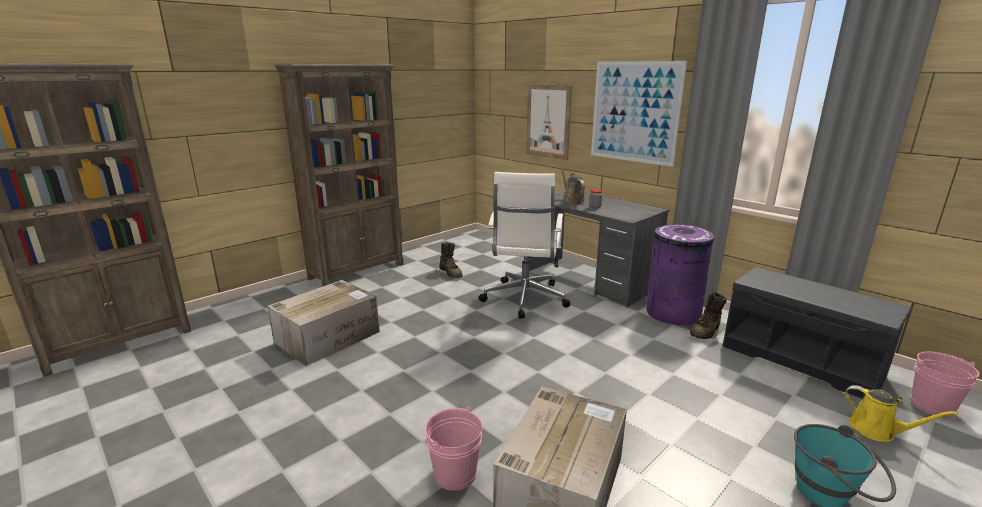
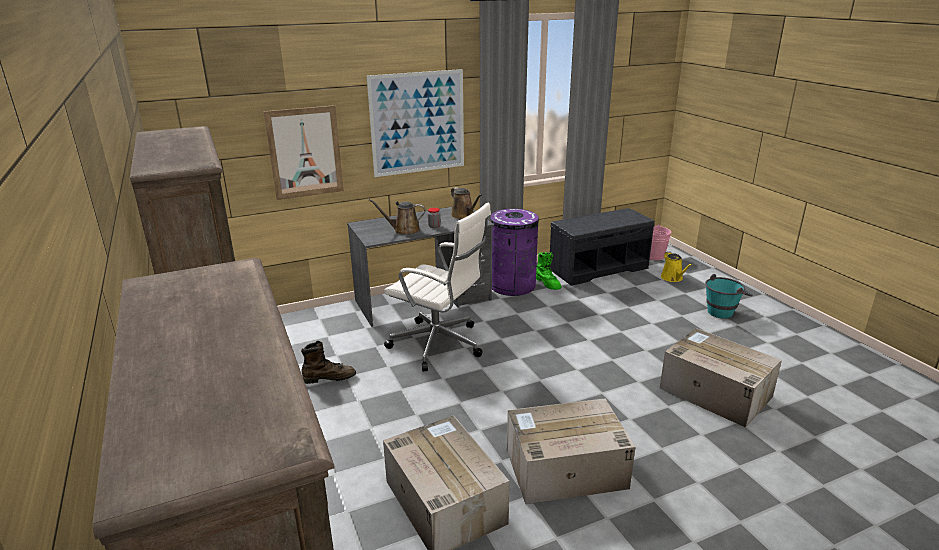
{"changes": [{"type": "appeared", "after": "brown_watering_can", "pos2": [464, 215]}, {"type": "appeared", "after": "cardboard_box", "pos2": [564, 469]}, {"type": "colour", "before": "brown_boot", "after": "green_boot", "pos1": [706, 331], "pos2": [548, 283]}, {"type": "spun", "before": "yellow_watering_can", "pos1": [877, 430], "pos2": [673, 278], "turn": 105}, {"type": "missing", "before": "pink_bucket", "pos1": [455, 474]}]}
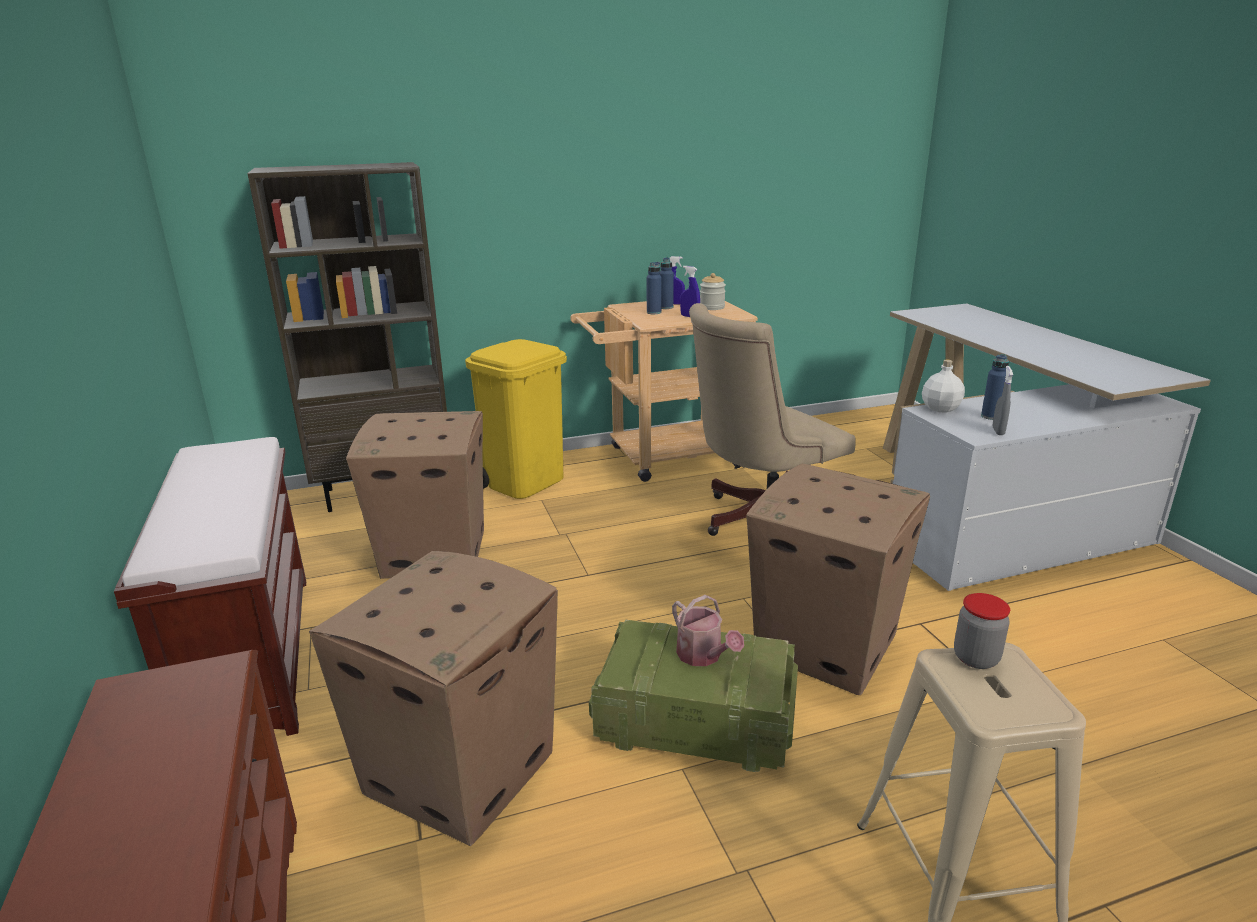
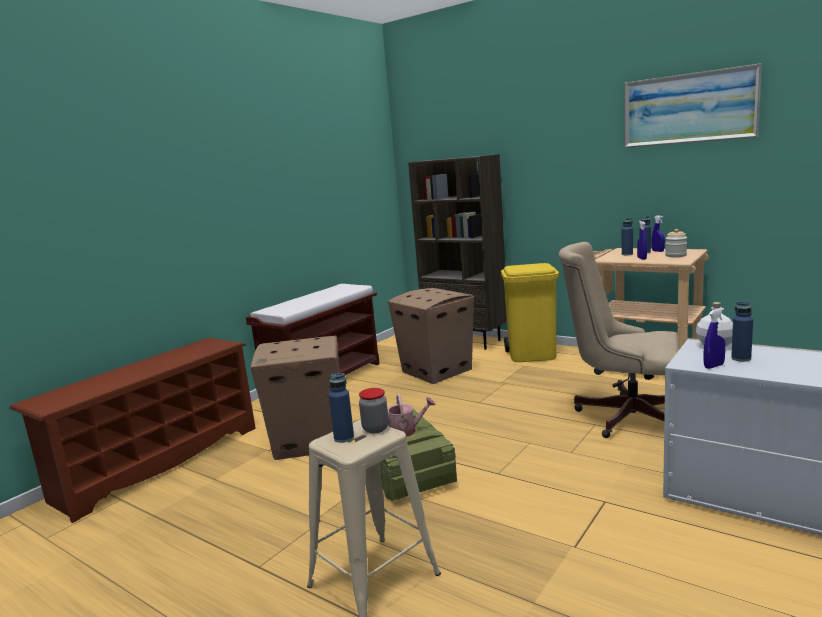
{"changes": [{"type": "appeared", "after": "blue_bottle", "pos2": [344, 438]}, {"type": "spun", "before": "watering_can", "pos1": [703, 656], "pos2": [406, 430], "turn": -120}, {"type": "appeared", "after": "picture", "pos2": [688, 108]}, {"type": "colour", "before": "grey_spray_bottle", "after": "blue_spray_bottle", "pos1": [998, 431], "pos2": [713, 366]}, {"type": "missing", "before": "cardboard_box", "pos1": [823, 644]}]}
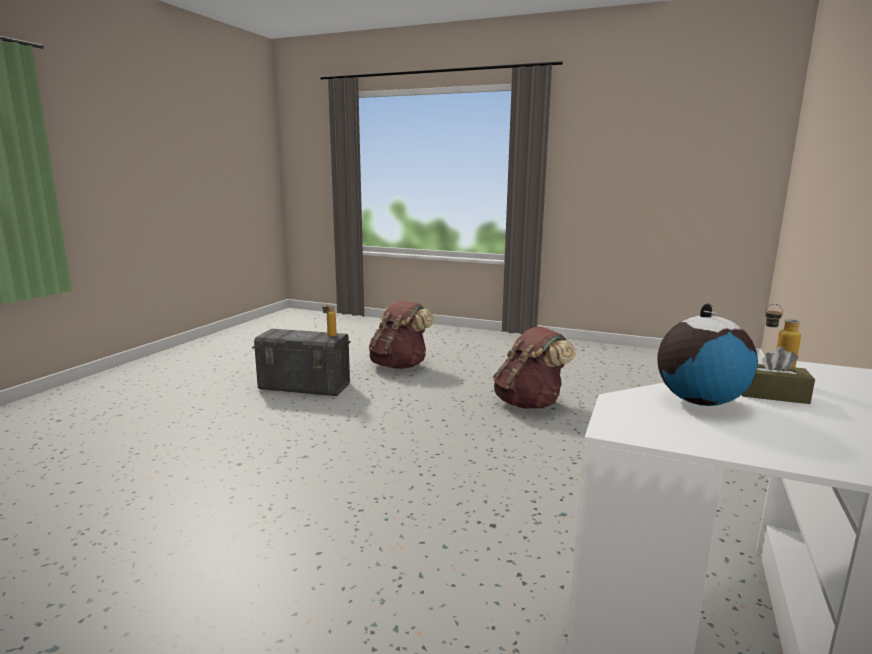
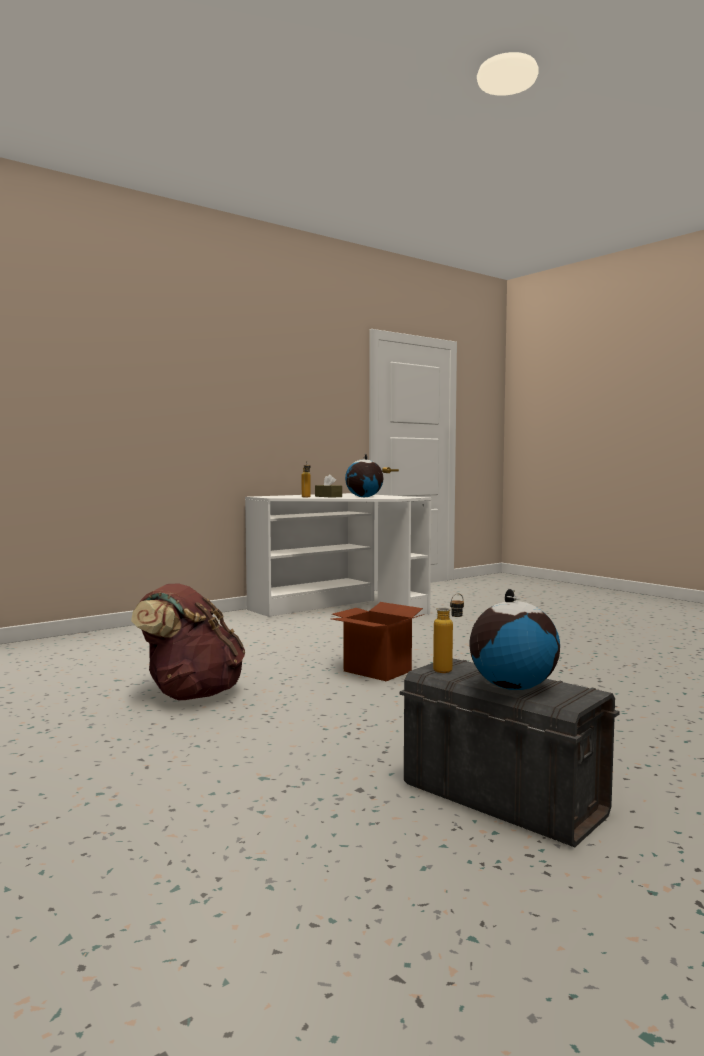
{"changes": [{"type": "appeared", "after": "cardboard_box", "pos2": [377, 671]}, {"type": "appeared", "after": "globe", "pos2": [512, 687]}, {"type": "missing", "before": "brown_backpack", "pos1": [399, 365]}]}
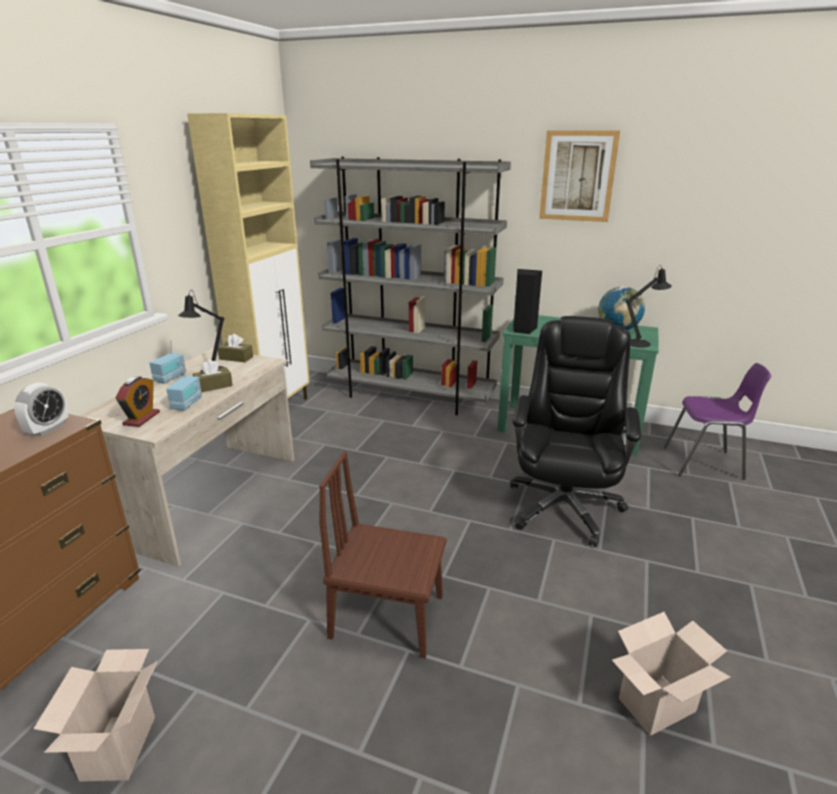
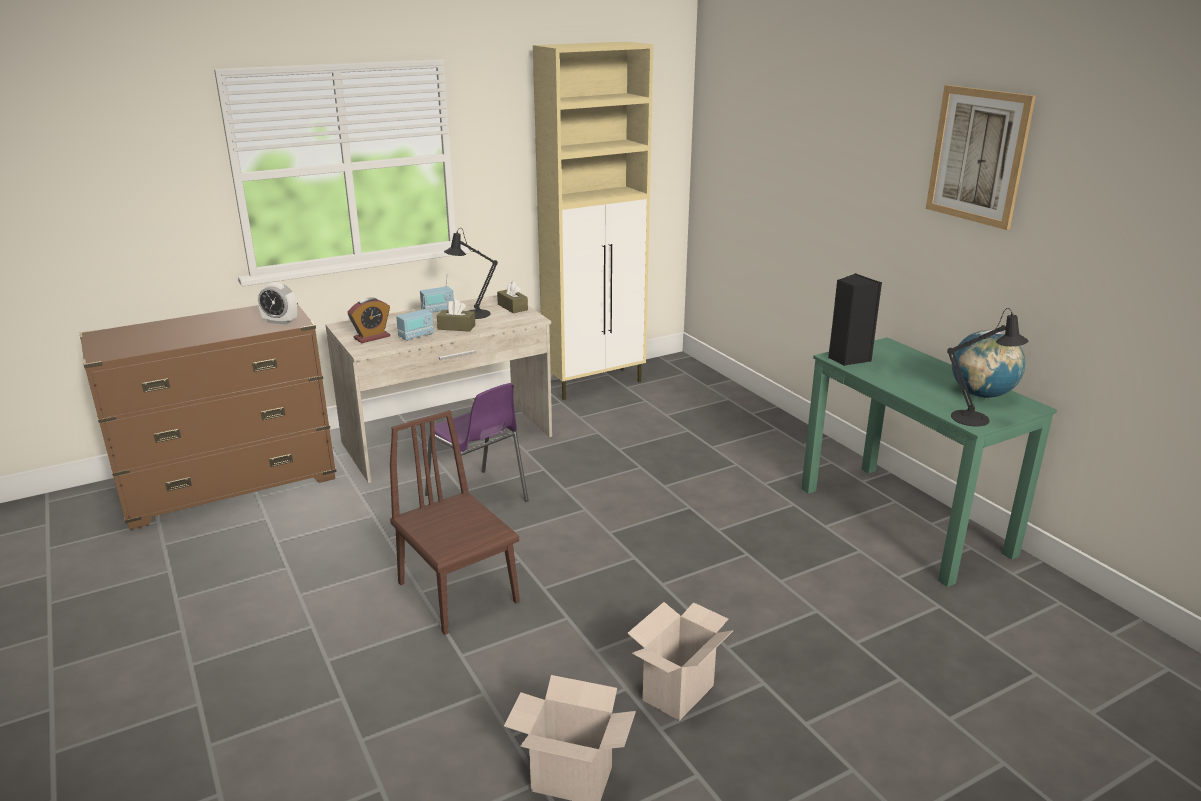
{"changes": [{"type": "spun", "before": "alarm_clock", "pos1": [48, 429], "pos2": [280, 321], "turn": 45}, {"type": "relocated", "before": "purple_chair", "pos1": [705, 463], "pos2": [478, 499]}, {"type": "relocated", "before": "cardboard_box", "pos1": [118, 745], "pos2": [678, 691]}, {"type": "missing", "before": "grey_bookcase", "pos1": [410, 396]}, {"type": "missing", "before": "black_office_chair", "pos1": [564, 505]}]}
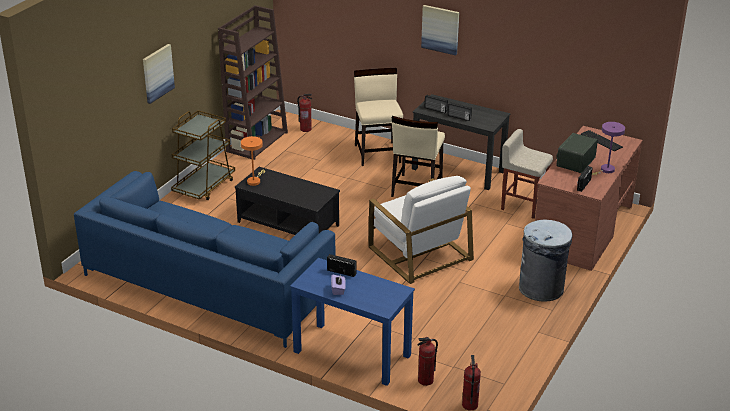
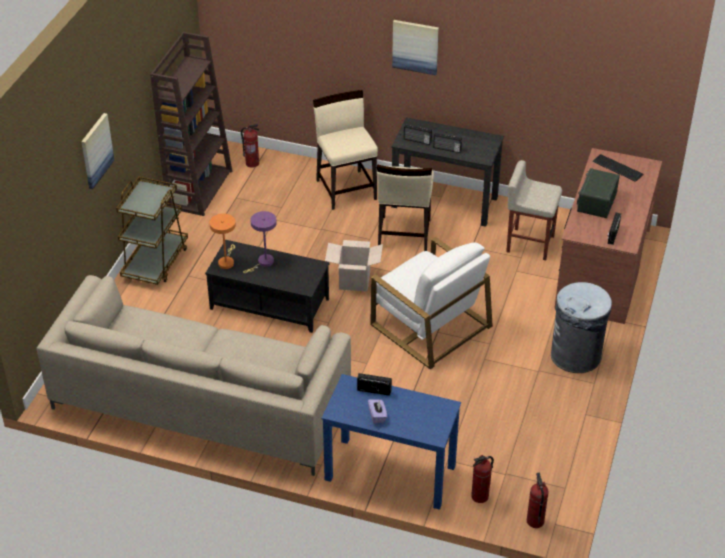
{"changes": [{"type": "colour", "before": "blue_sofa", "after": "beige_sofa", "pos1": [208, 285], "pos2": [201, 402]}, {"type": "relocated", "before": "purple_table_lamp", "pos1": [605, 170], "pos2": [263, 263]}, {"type": "appeared", "after": "cardboard_box", "pos2": [354, 281]}]}
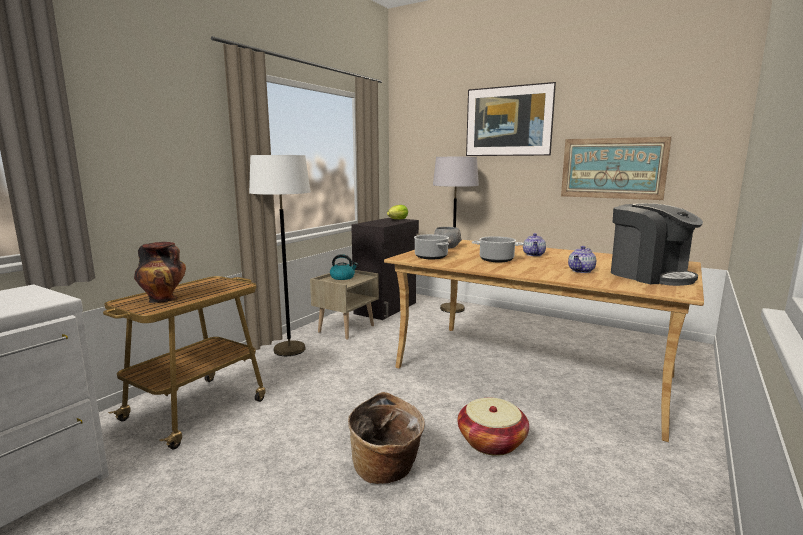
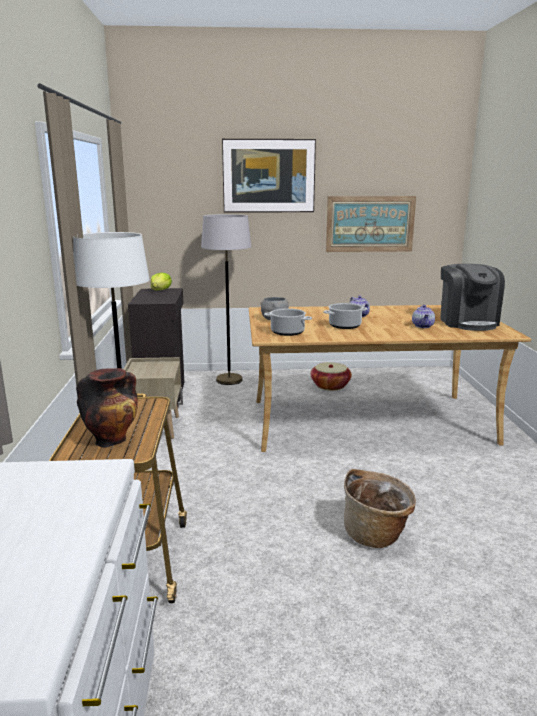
{"changes": [{"type": "relocated", "before": "basket", "pos1": [491, 441], "pos2": [330, 386]}, {"type": "spun", "before": "coffee_machine", "pos1": [649, 275], "pos2": [467, 322], "turn": 60}, {"type": "missing", "before": "kettle", "pos1": [343, 277]}]}
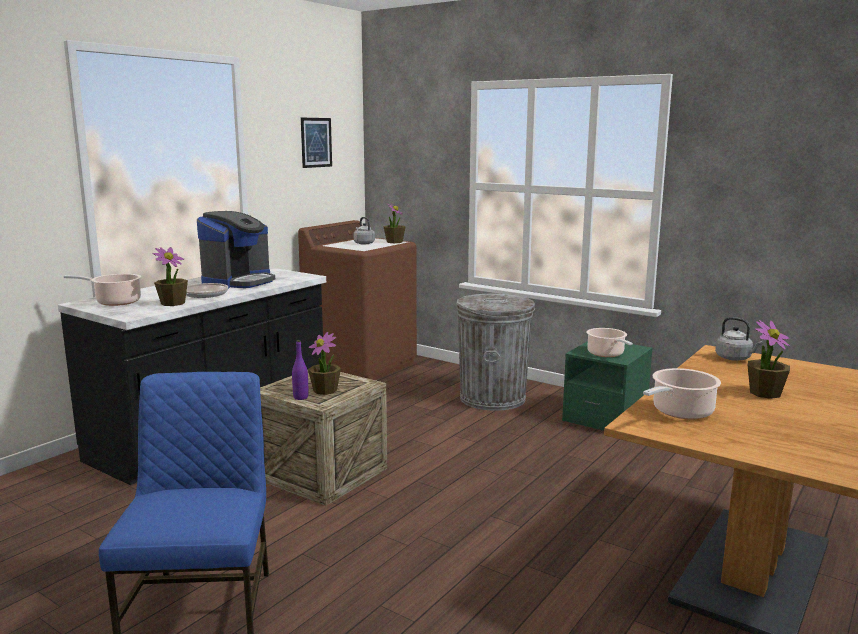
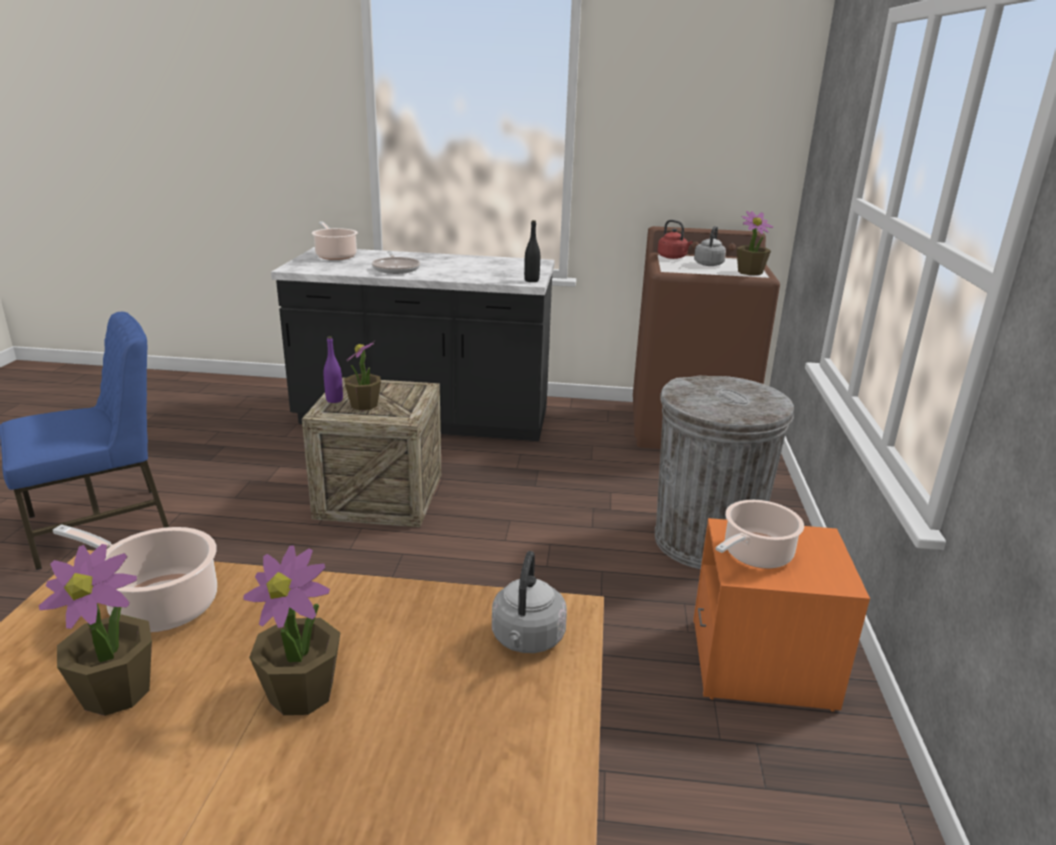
{"changes": [{"type": "relocated", "before": "potted_plant", "pos1": [173, 303], "pos2": [117, 692]}, {"type": "appeared", "after": "black_bottle", "pos2": [531, 280]}, {"type": "appeared", "after": "red_kettle", "pos2": [673, 257]}, {"type": "colour", "before": "green_nightstand", "after": "orange_nightstand", "pos1": [605, 418], "pos2": [761, 664]}, {"type": "missing", "before": "coffee_machine", "pos1": [238, 282]}, {"type": "missing", "before": "picture", "pos1": [316, 142]}]}
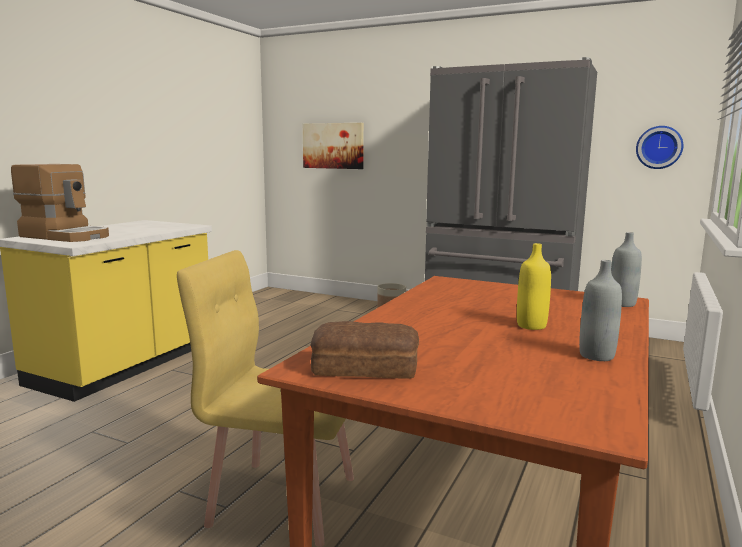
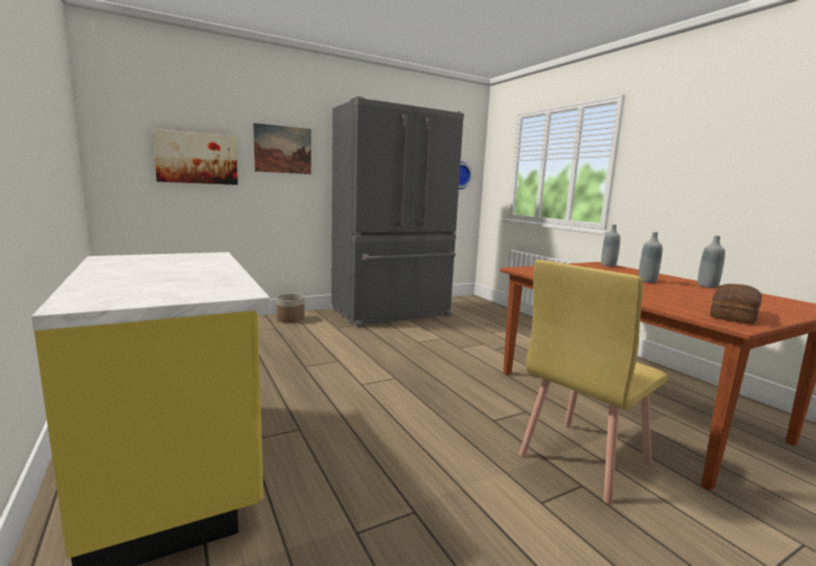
{"changes": [{"type": "appeared", "after": "picture", "pos2": [283, 149]}, {"type": "colour", "before": "yellow_bottle", "after": "grey_bottle", "pos1": [531, 325], "pos2": [647, 281]}, {"type": "missing", "before": "coffee_machine", "pos1": [66, 236]}]}
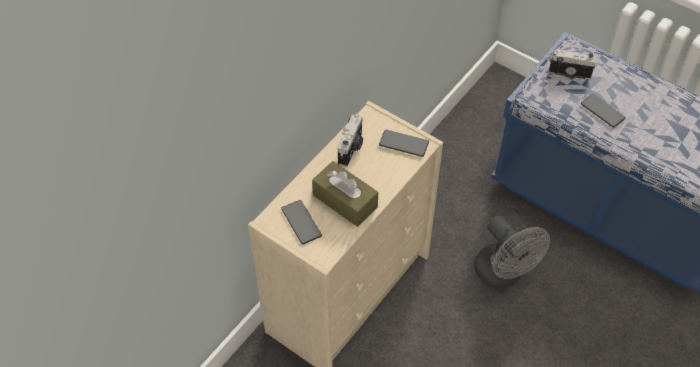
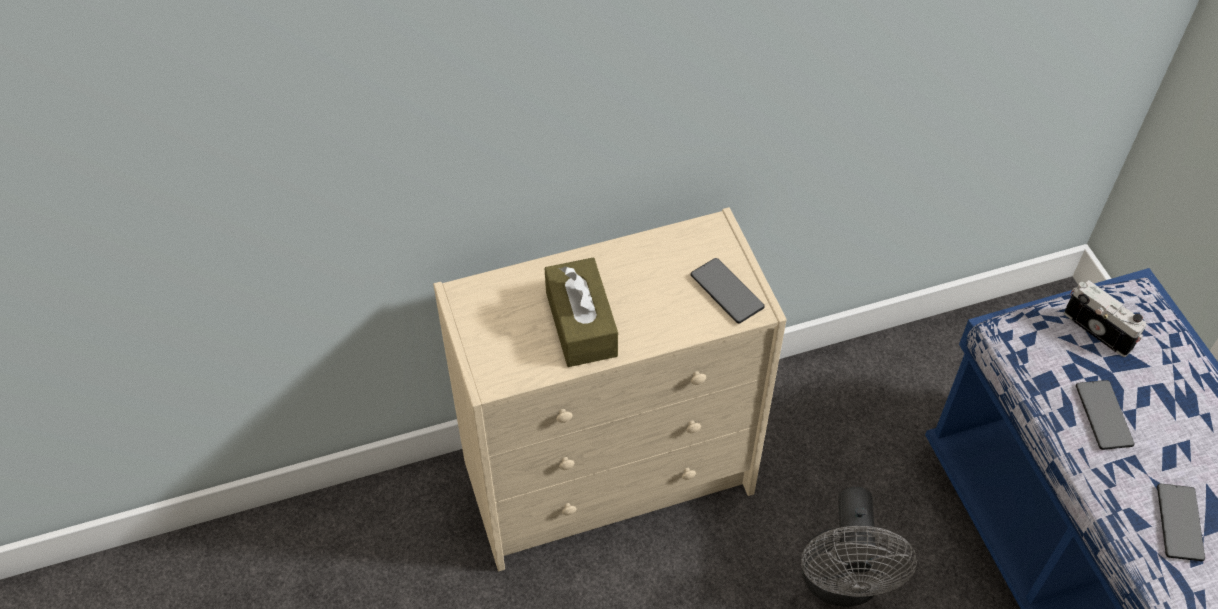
{"changes": [{"type": "relocated", "before": "phone", "pos1": [301, 222], "pos2": [1179, 523]}, {"type": "missing", "before": "photo_camera", "pos1": [351, 149]}]}
